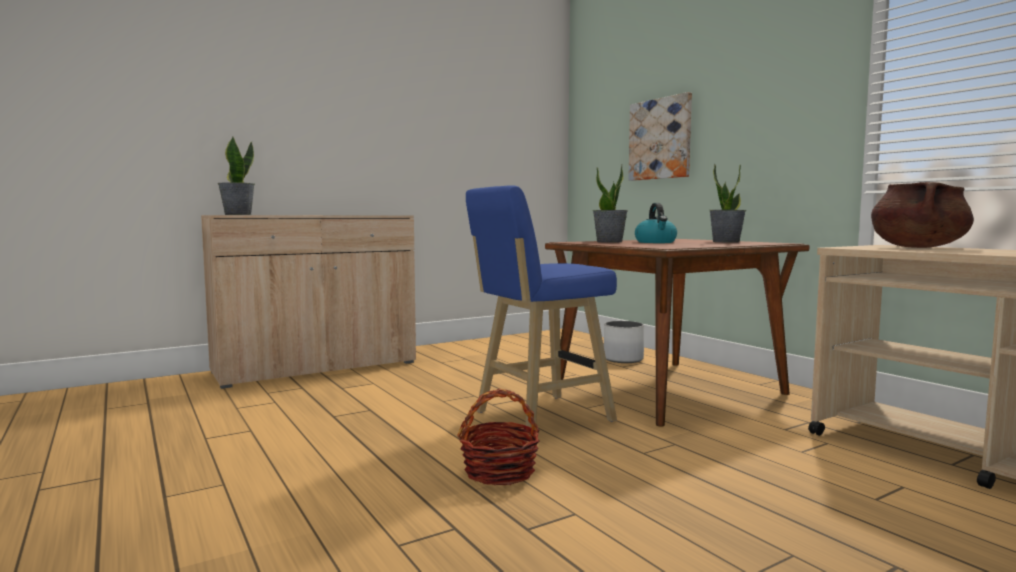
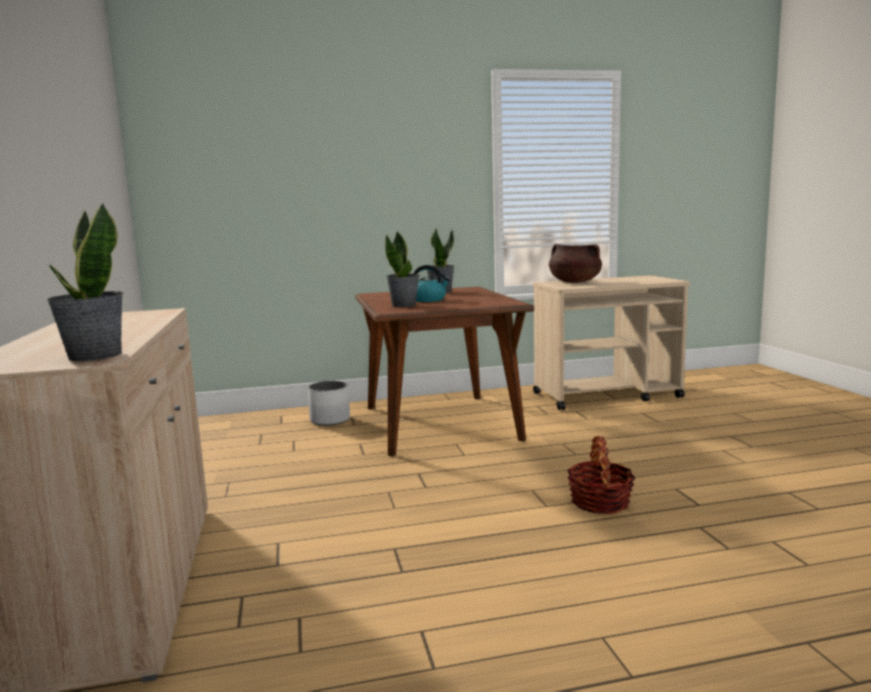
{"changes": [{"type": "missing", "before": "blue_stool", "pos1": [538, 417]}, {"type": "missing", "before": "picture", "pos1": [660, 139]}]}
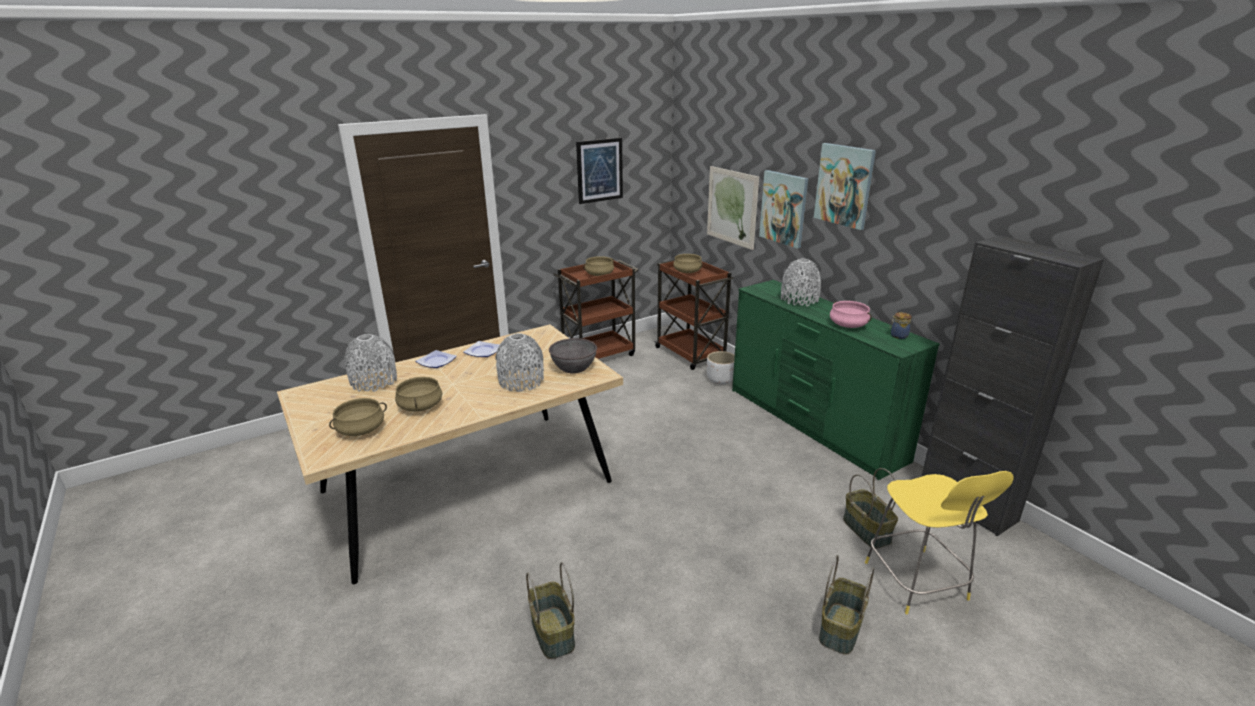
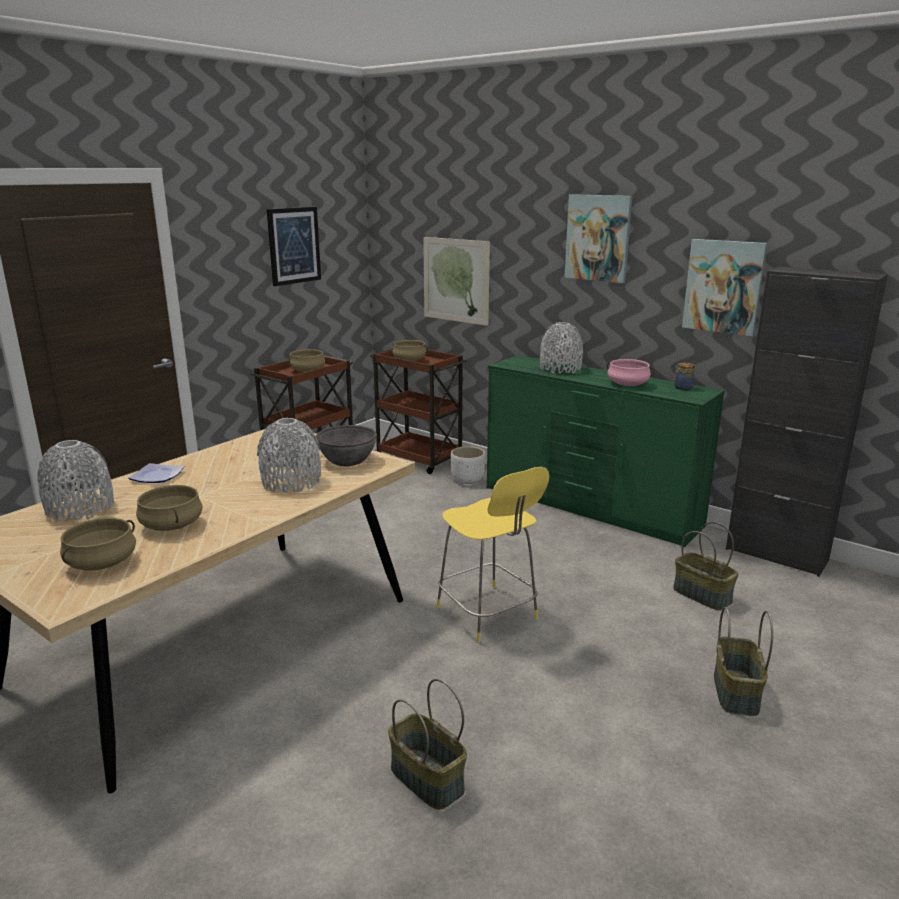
{"changes": [{"type": "relocated", "before": "yellow_stool", "pos1": [917, 583], "pos2": [488, 614]}, {"type": "relocated", "before": "picture", "pos1": [784, 208], "pos2": [723, 286]}, {"type": "missing", "before": "plate", "pos1": [483, 352]}]}
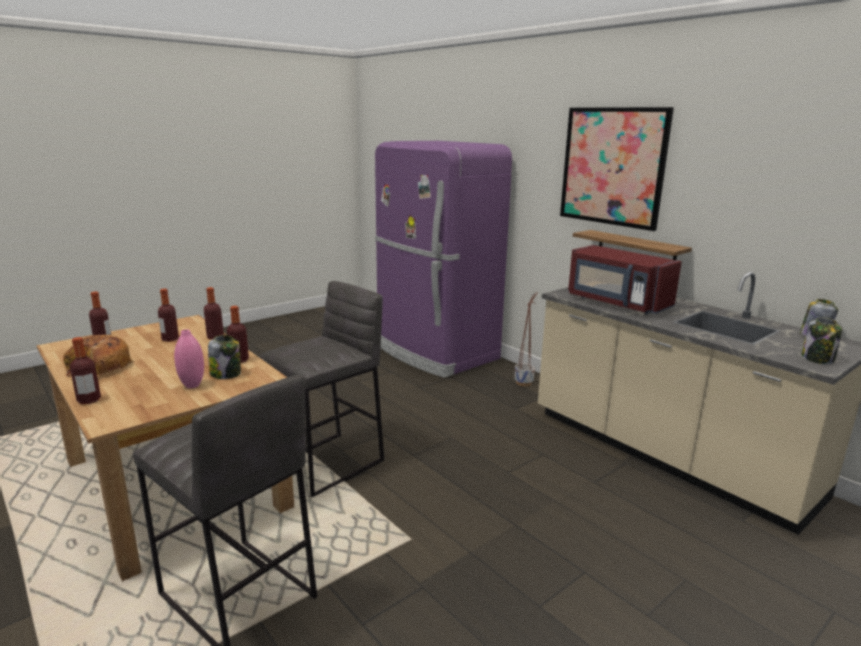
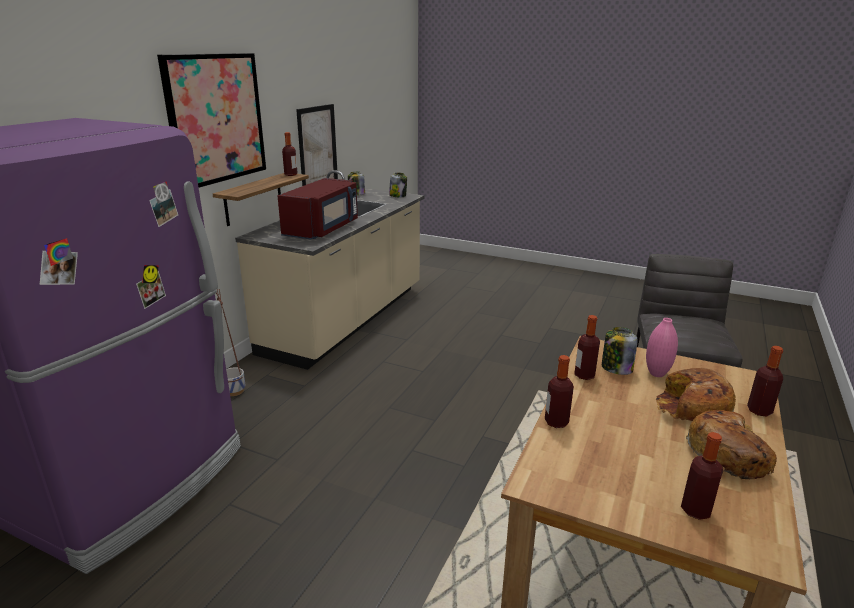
{"changes": [{"type": "relocated", "before": "bottle", "pos1": [170, 339], "pos2": [291, 174]}, {"type": "appeared", "after": "picture", "pos2": [317, 149]}, {"type": "appeared", "after": "bread", "pos2": [692, 408]}, {"type": "missing", "before": "grey_stool", "pos1": [328, 463]}]}
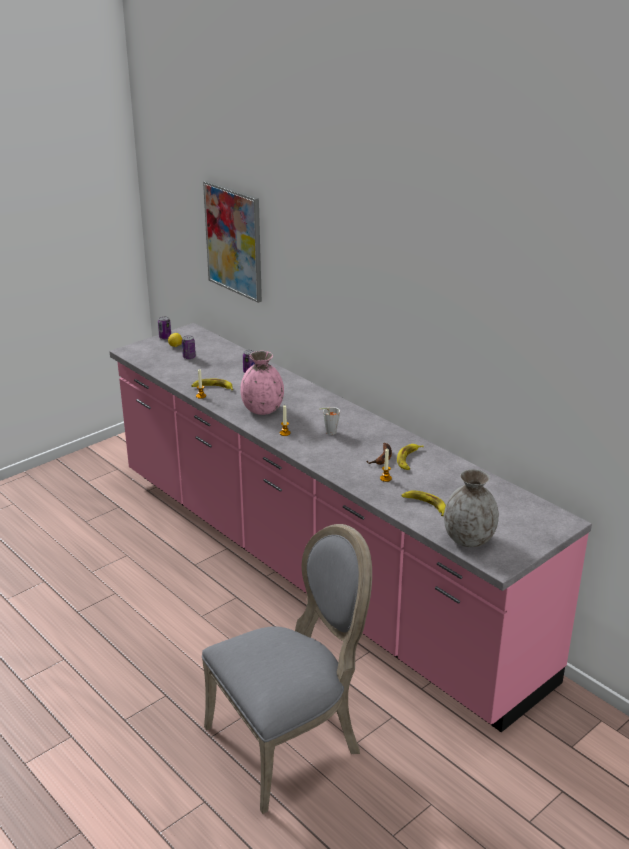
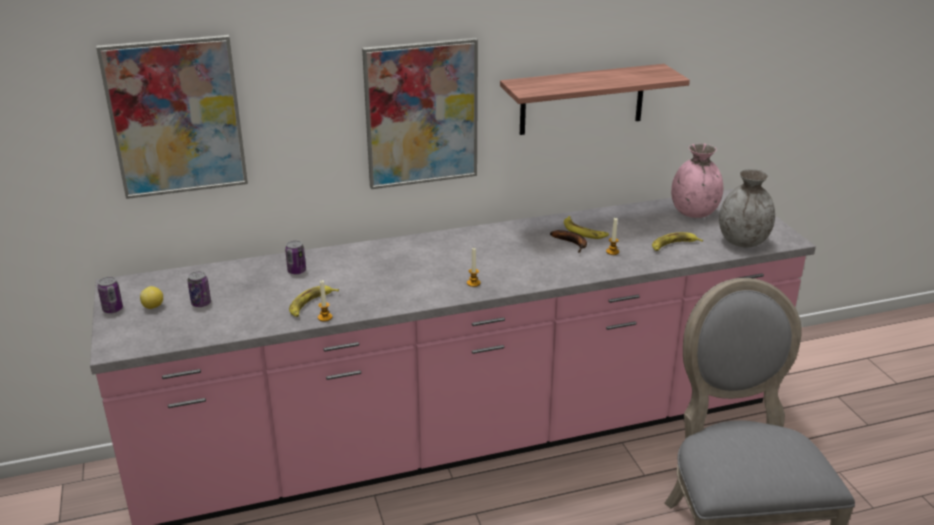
{"changes": [{"type": "appeared", "after": "picture", "pos2": [421, 113]}, {"type": "appeared", "after": "shelf", "pos2": [582, 99]}, {"type": "relocated", "before": "pink_vase", "pos1": [262, 410], "pos2": [694, 213]}, {"type": "missing", "before": "grey_cup", "pos1": [328, 432]}]}
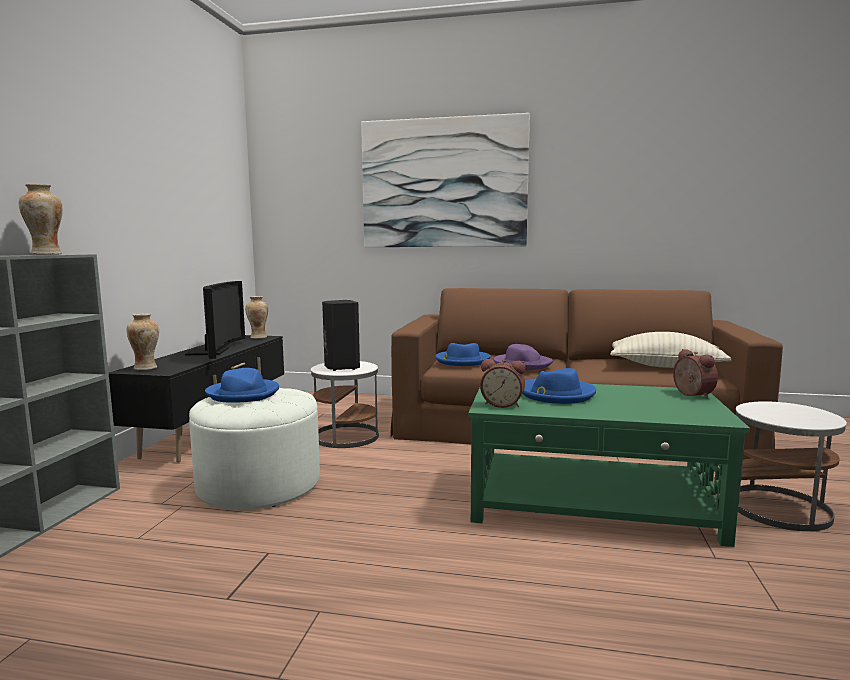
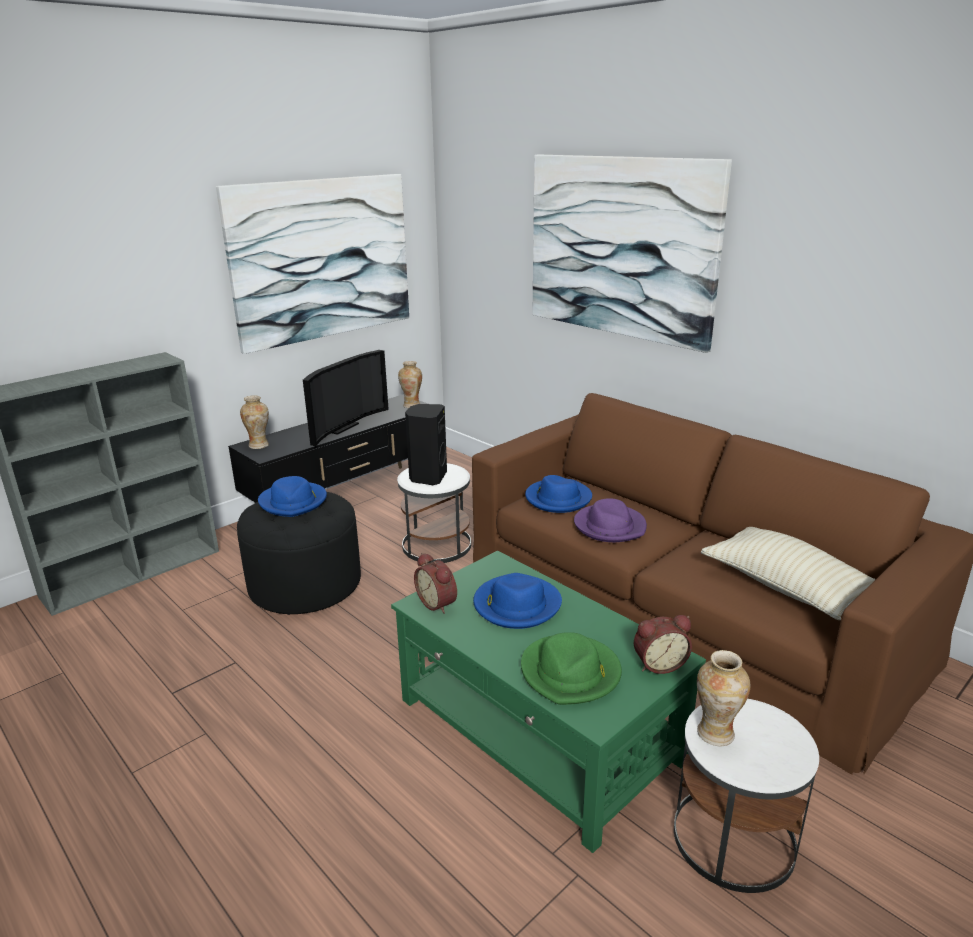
{"changes": [{"type": "appeared", "after": "picture", "pos2": [322, 259]}, {"type": "colour", "before": "white_ottoman", "after": "black_ottoman", "pos1": [259, 484], "pos2": [305, 584]}, {"type": "appeared", "after": "green_hat", "pos2": [571, 673]}, {"type": "spun", "before": "alarm_clock", "pos1": [691, 395], "pos2": [658, 663], "turn": 60}, {"type": "relocated", "before": "vase", "pos1": [46, 254], "pos2": [715, 734]}]}
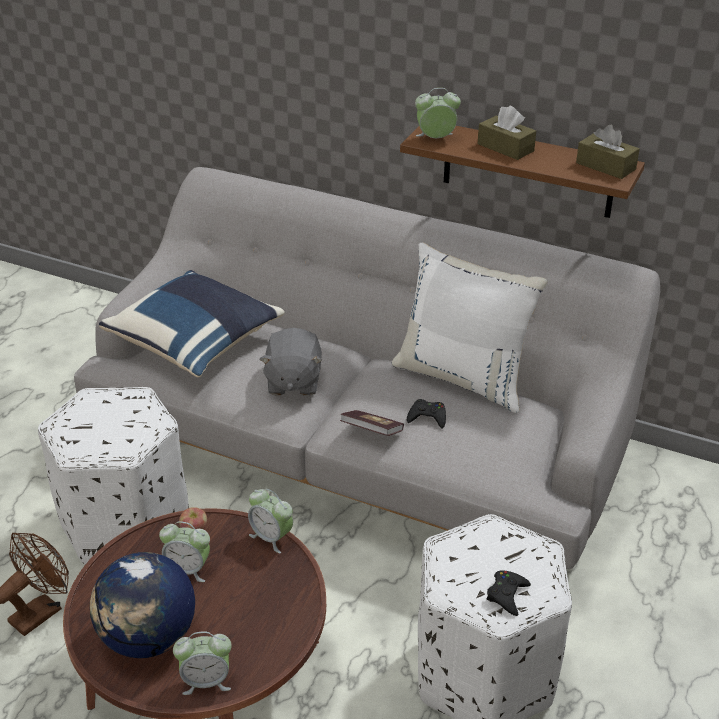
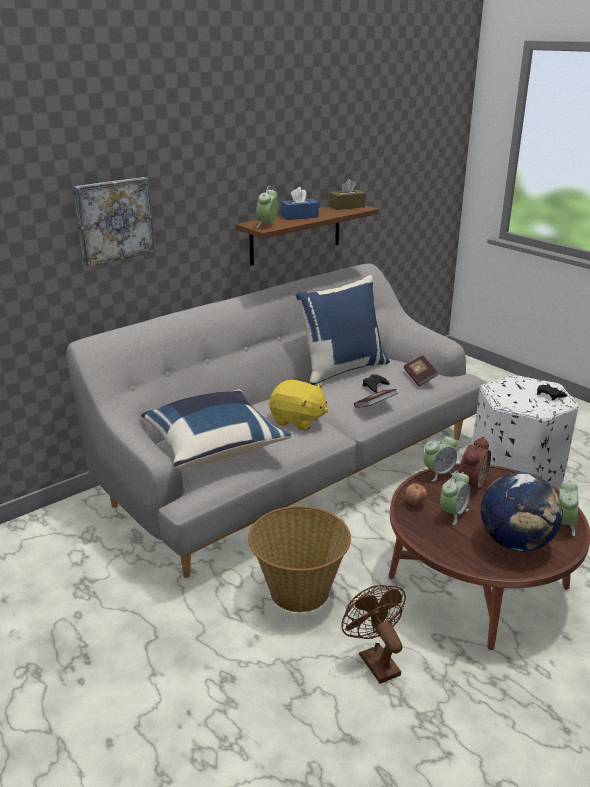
{"changes": [{"type": "appeared", "after": "picture", "pos2": [113, 220]}, {"type": "exchanged", "before": "white_ottoman", "after": "basket", "pos1": [125, 523], "pos2": [299, 592]}, {"type": "colour", "before": "grey_plush_toy", "after": "yellow_plush_toy", "pos1": [293, 381], "pos2": [298, 420]}, {"type": "colour", "before": "brown_tissue_box", "after": "blue_tissue_box", "pos1": [505, 147], "pos2": [299, 216]}, {"type": "colour", "before": "white_pillow", "after": "blue_pillow", "pos1": [463, 377], "pos2": [342, 368]}, {"type": "appeared", "after": "book", "pos2": [419, 378]}, {"type": "appeared", "after": "alarm_clock", "pos2": [469, 483]}]}
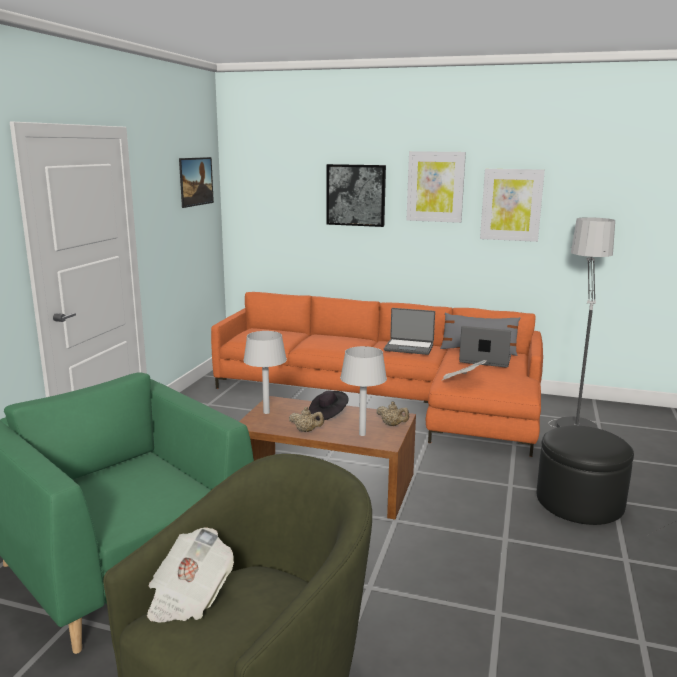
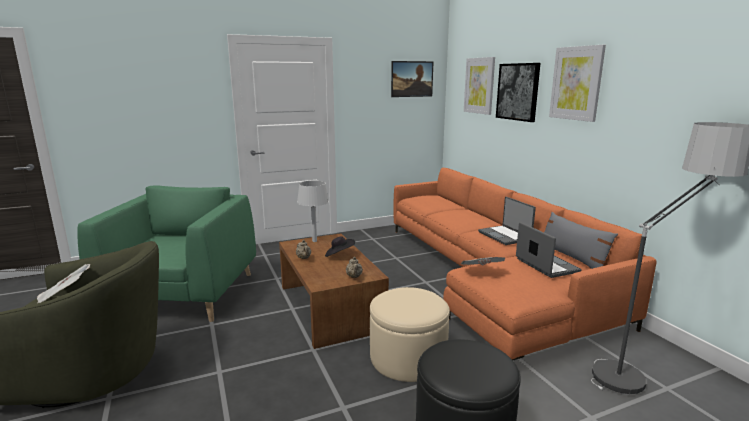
{"changes": [{"type": "appeared", "after": "beige_ottoman", "pos2": [408, 358]}, {"type": "relocated", "before": "picture", "pos1": [511, 205], "pos2": [479, 85]}, {"type": "missing", "before": "grey_table_lamp", "pos1": [362, 434]}]}
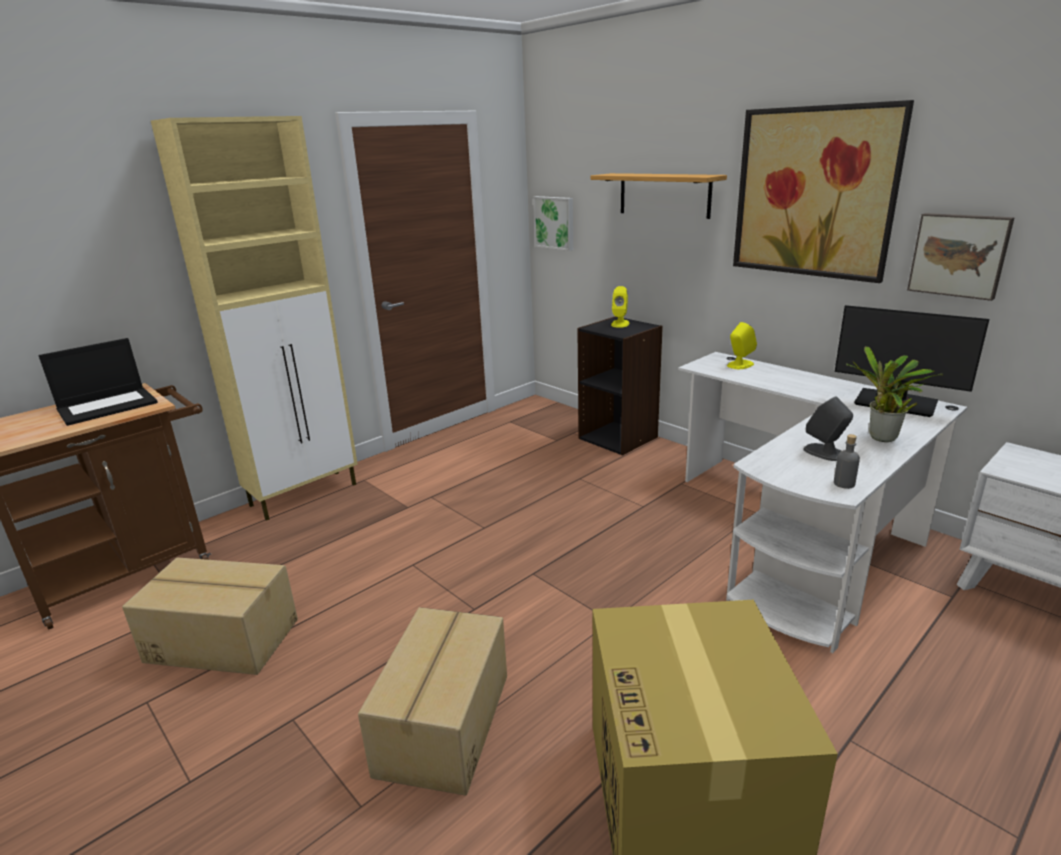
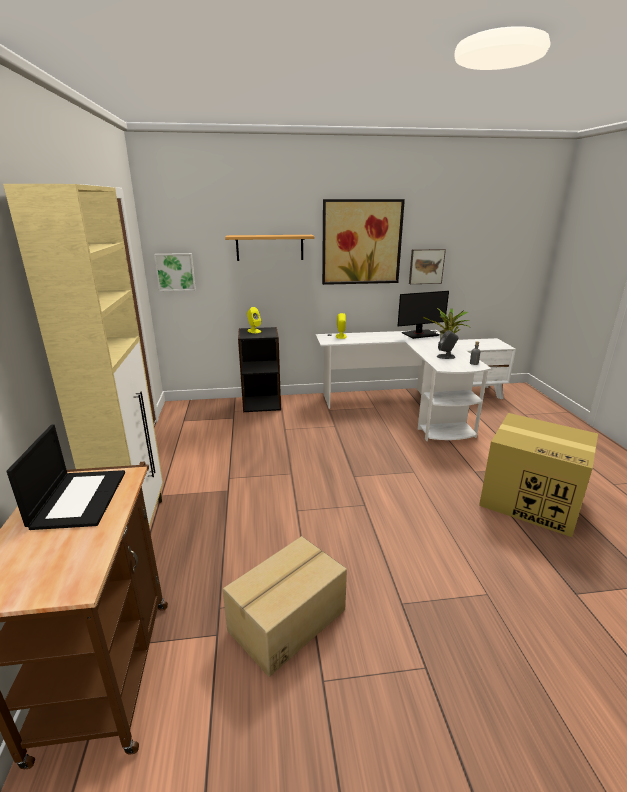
{"changes": [{"type": "missing", "before": "cardboard_box", "pos1": [442, 723]}]}
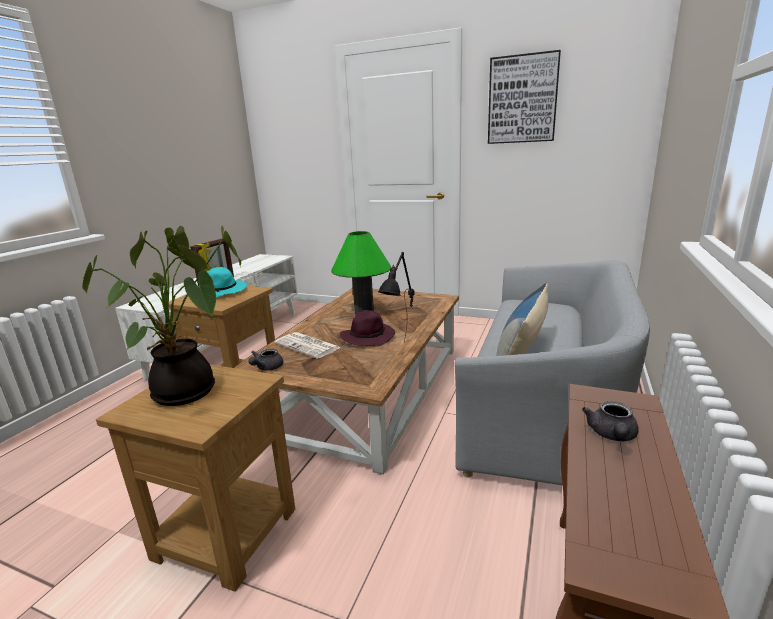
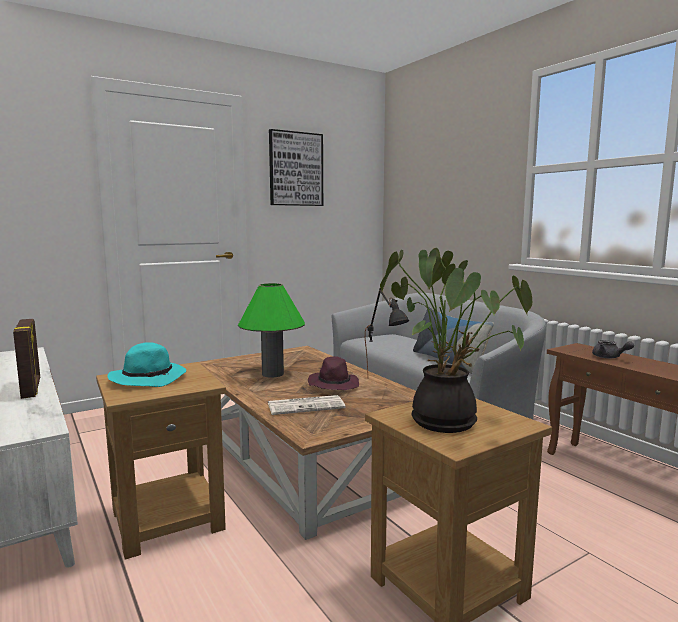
{"changes": [{"type": "missing", "before": "grey_teapot", "pos1": [266, 368]}]}
